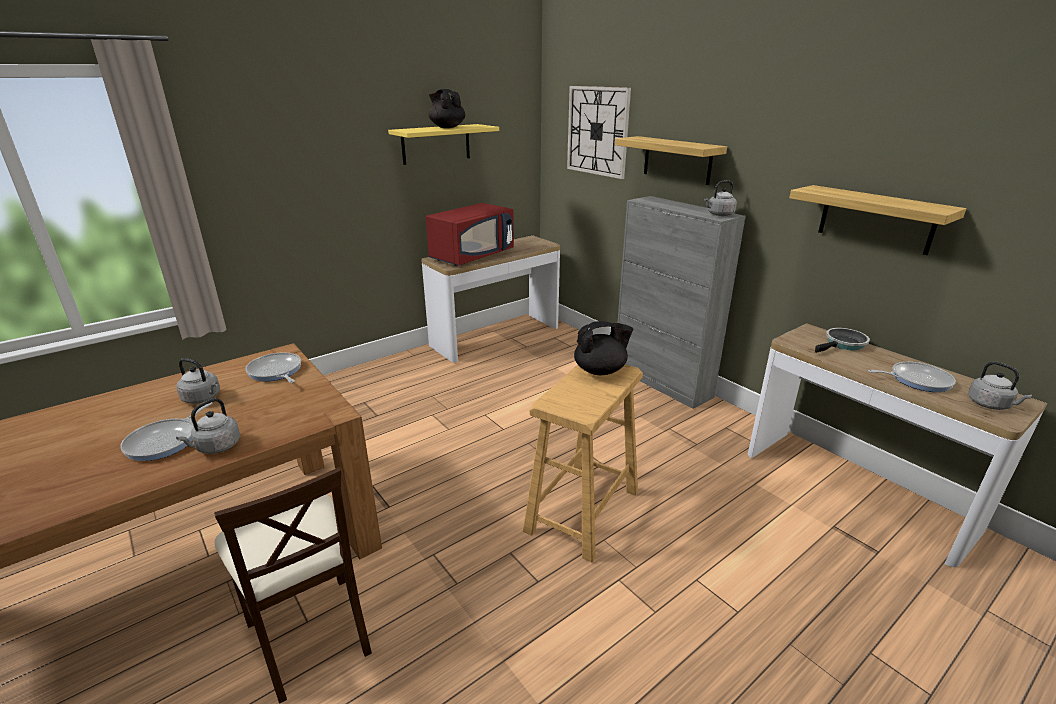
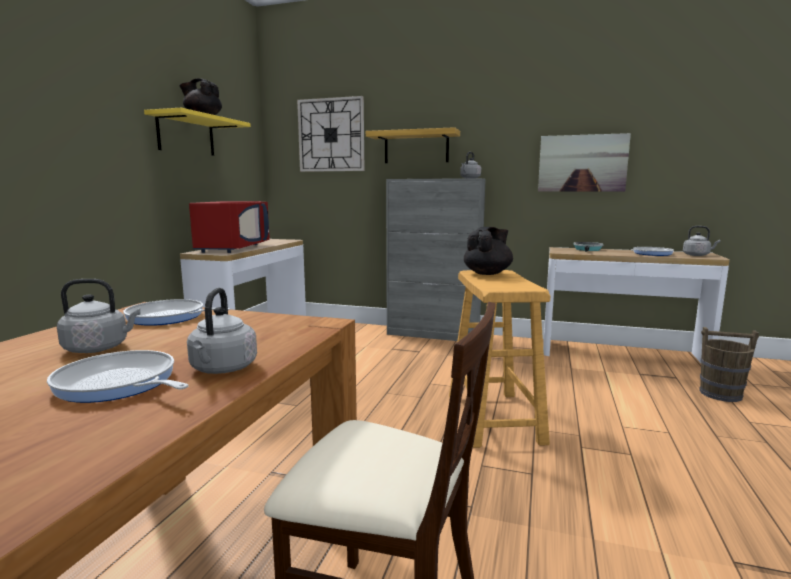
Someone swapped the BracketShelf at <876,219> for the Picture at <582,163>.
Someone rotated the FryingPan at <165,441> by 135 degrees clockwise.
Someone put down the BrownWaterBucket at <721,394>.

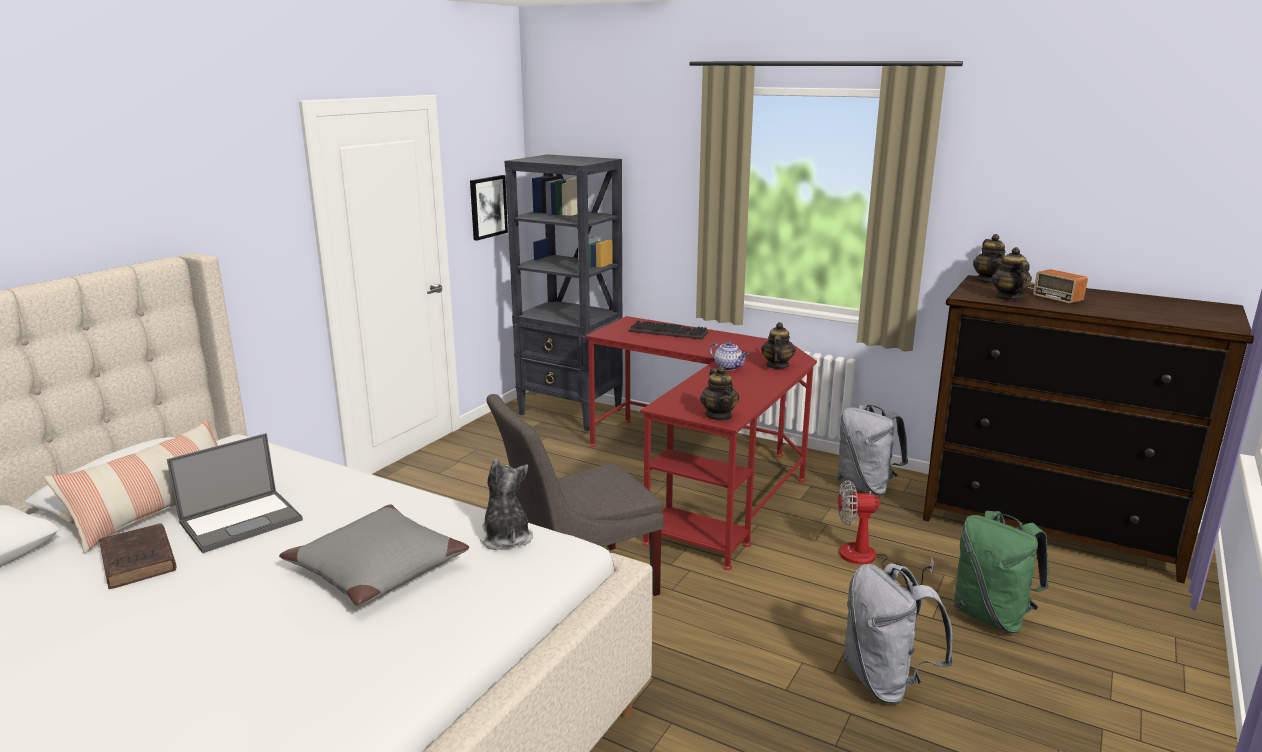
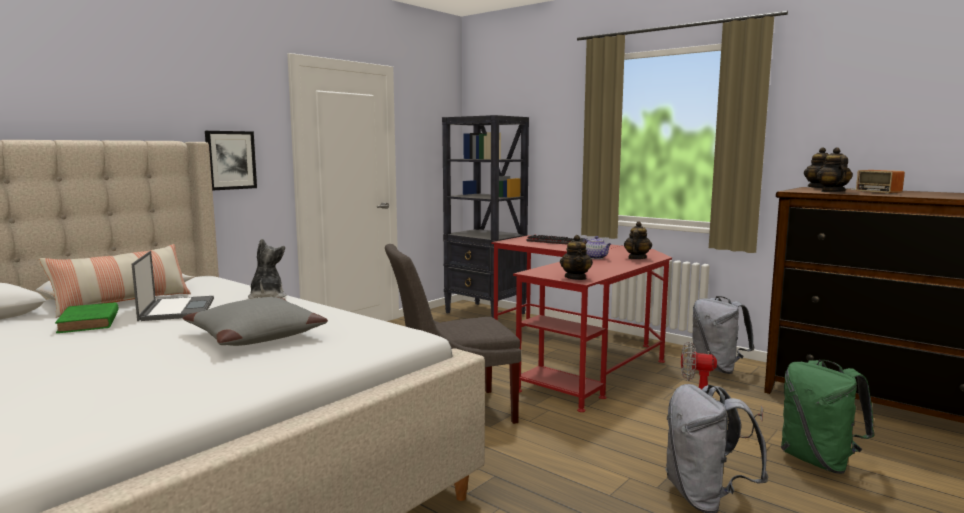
Someone carried the Picture from <487,207> to <230,160>.
Someone rotated the NotebookComputer at <242,521> by 75 degrees counterclockwise.
Someone carried the SoftToy from <506,538> to <267,297>.
Someone repainted the BrownBook at <139,562>, which became the GreenishBook at <89,322>.

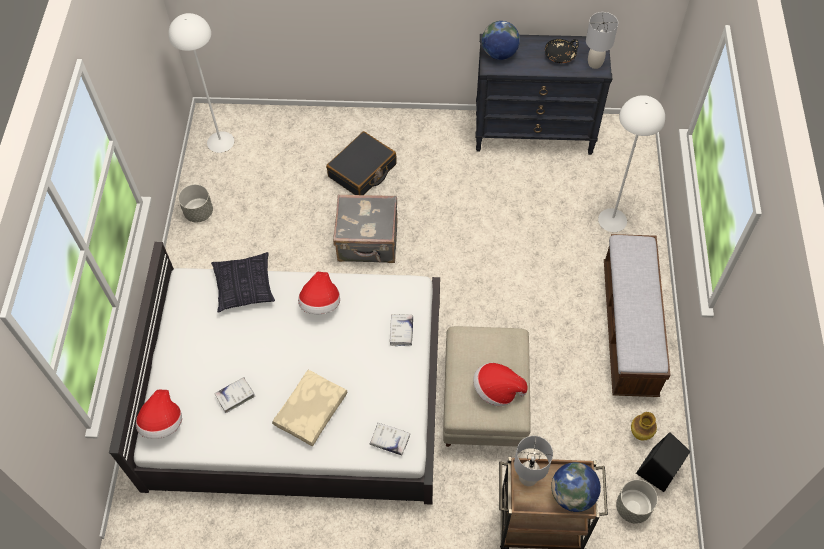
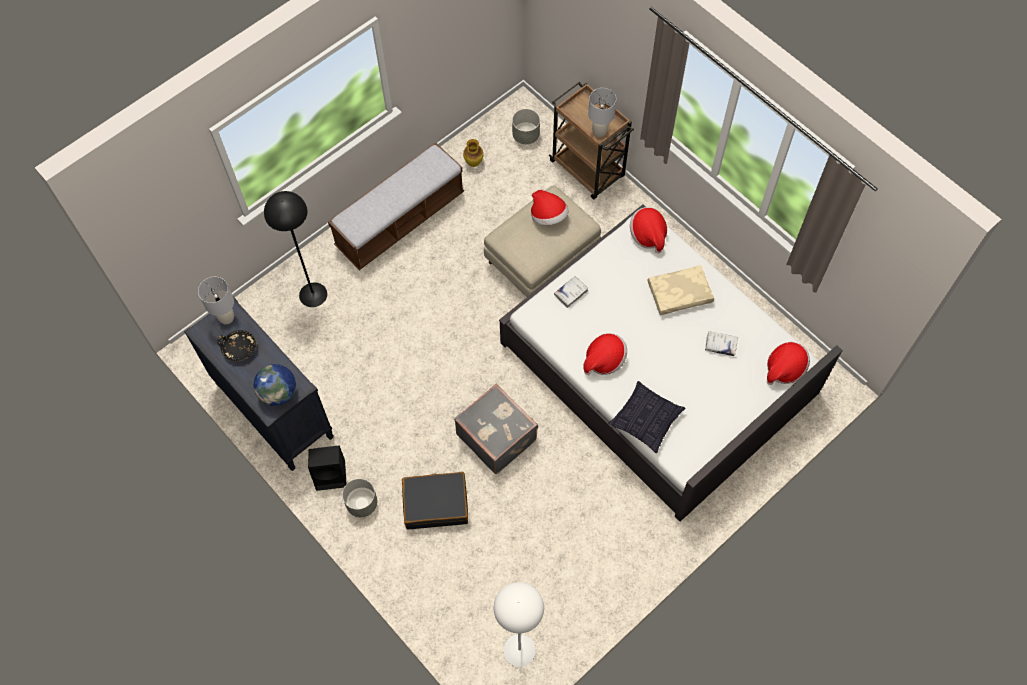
Someone repainted the WhiteColouredStandardLamp at <612,220>, which became the BlackColouredStandardLamp at <313,294>.
Someone carried the GreyPlantPot from <198,212> to <362,504>.
Someone swapped the WhiteColouredBook at <389,440> for the Hat at <648,235>.
Someone carried the BlackColouredSpeaker from <657,471> to <331,474>.
Someone took away the DeskGlobe at <572,494>.

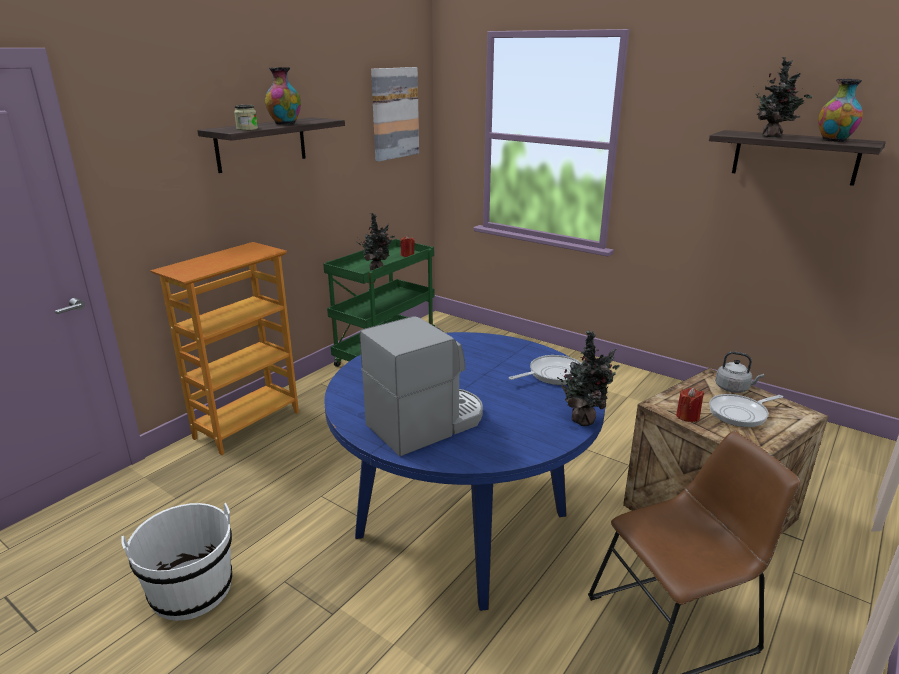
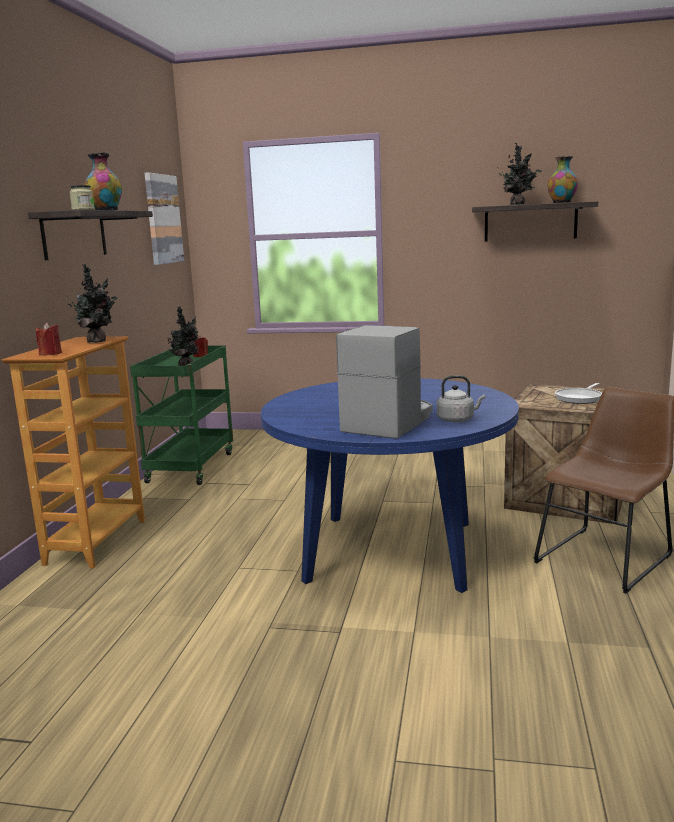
Someone carried the PottedPlant from <584,419> to <97,341>.
Someone carried the GreyTeaKettle from <733,388> to <457,420>.
Someone took away the FryingPan at <553,374>.
Someone carried the RedCandle from <687,416> to <50,354>.
Someone took away the WhiteColouredWaterBucket at <191,589>.

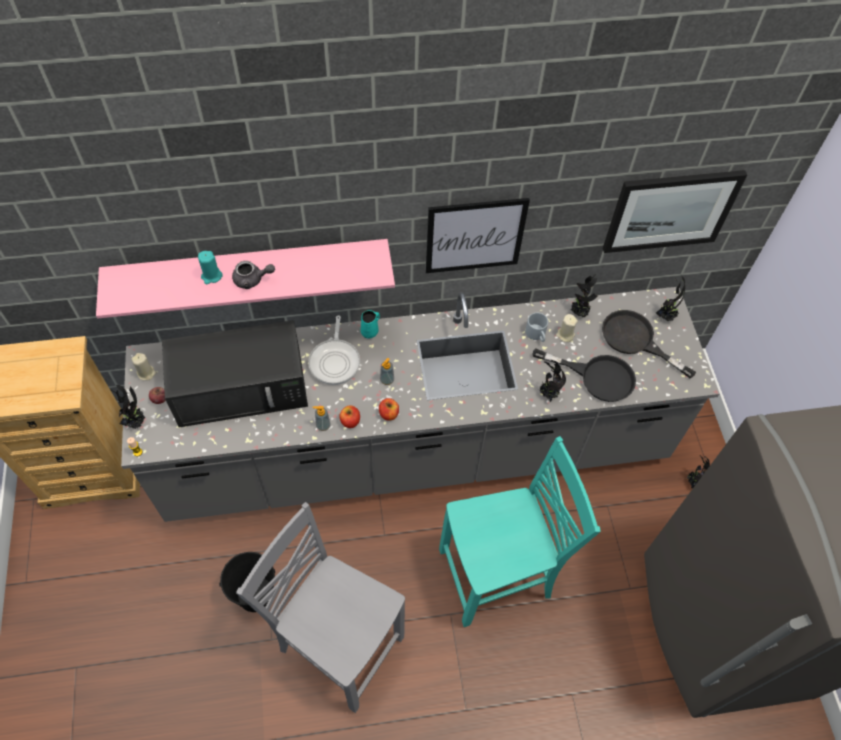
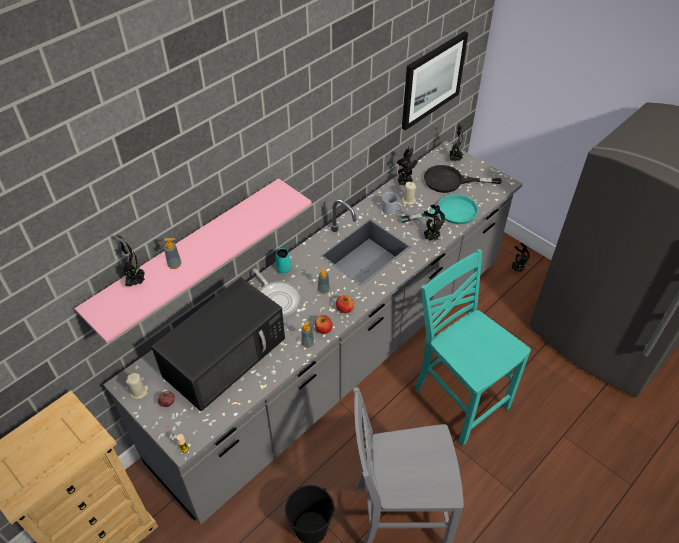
Someone took away the Picture at <474,236>.
Someone swapped the TurquoiseColouredCandle at <211,276> for the LiquidSoapBottle at <174,264>.
Someone took away the GreyPotForTea at <252,280>.
Someone repainted the BlackColouredFryingPan at <597,376>, which became the TurquoiseColouredFryingPan at <449,212>.
Someone carried the PottedPlant from <136,422> to <136,281>.
Someone rotated the TurquoiseColouredChair at <497,576> by 75 degrees counterclockwise.

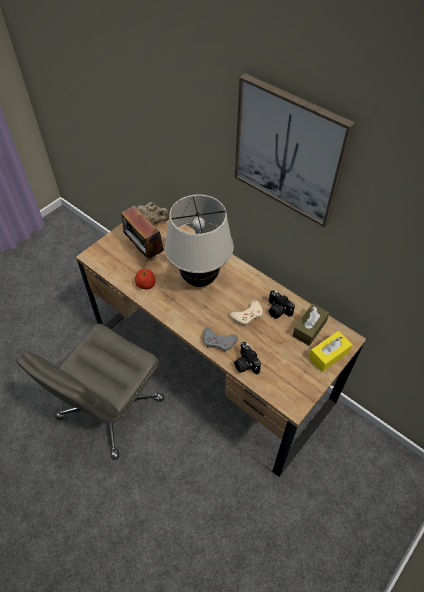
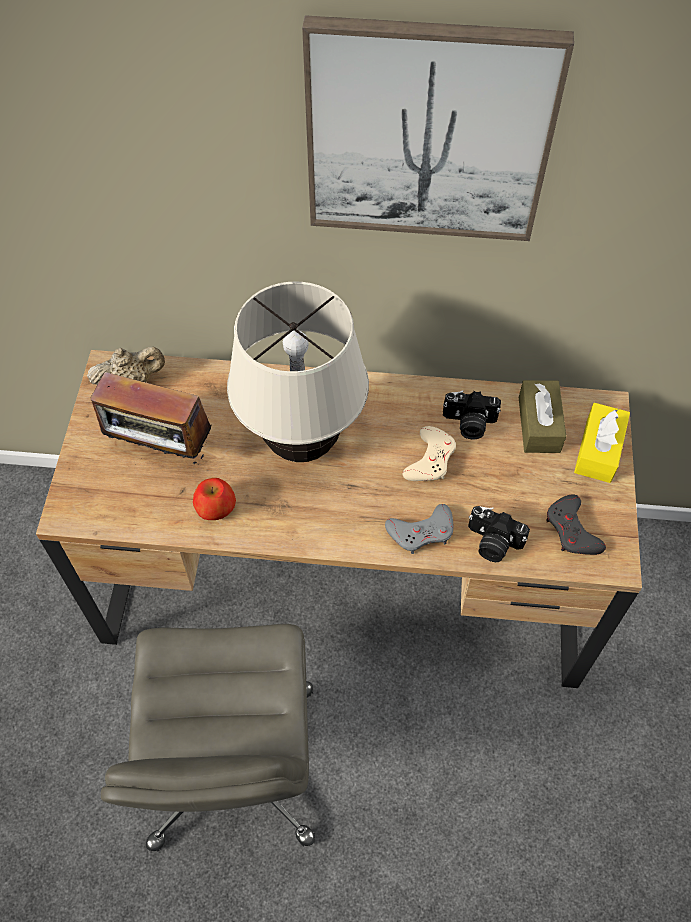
Someone put down the GreyGameController at <572,530>.

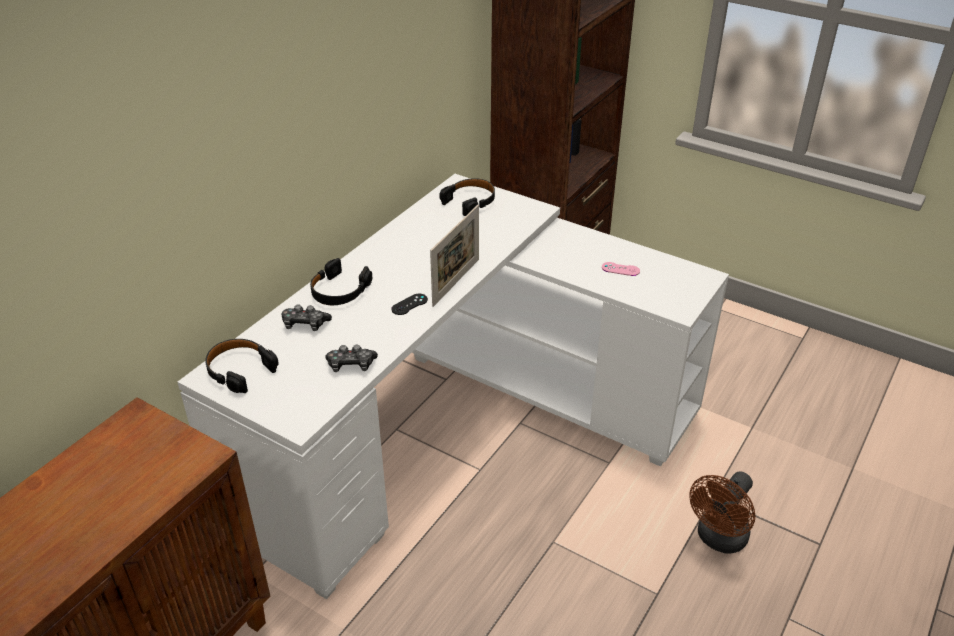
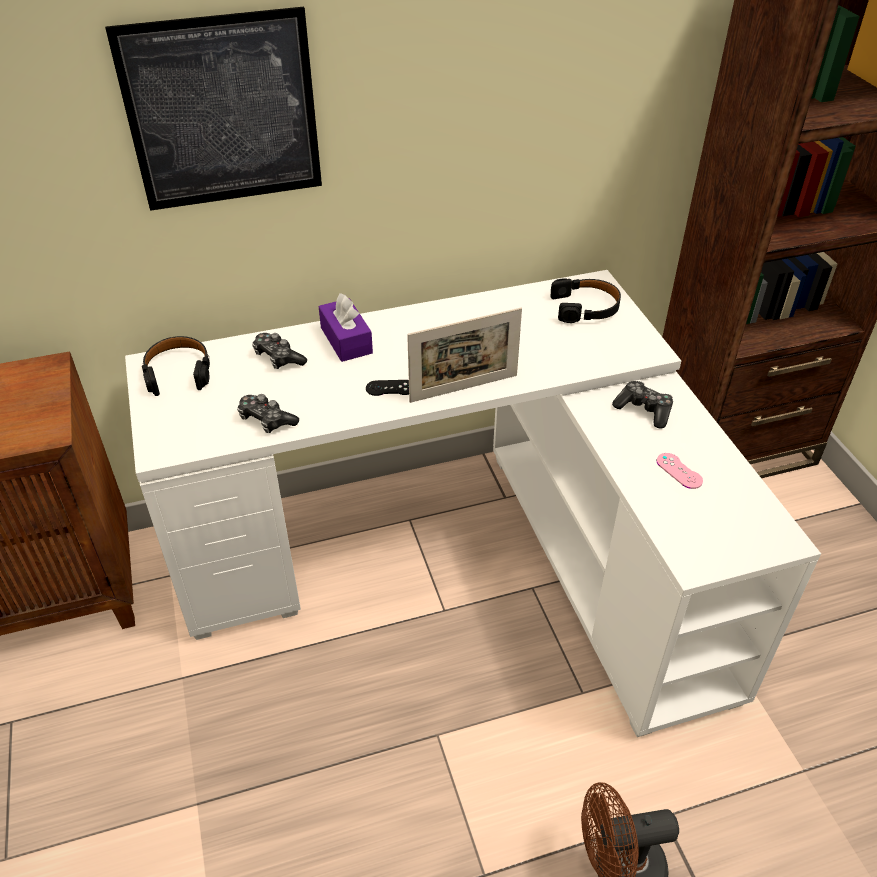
Someone swapped the BlackColouredPairOfHeadphones at <339,291> for the PurpleColouredBoxOfTissues at <346,340>.
Someone put up the Picture at <223,112>.
Someone put down the GameController at <644,410>.

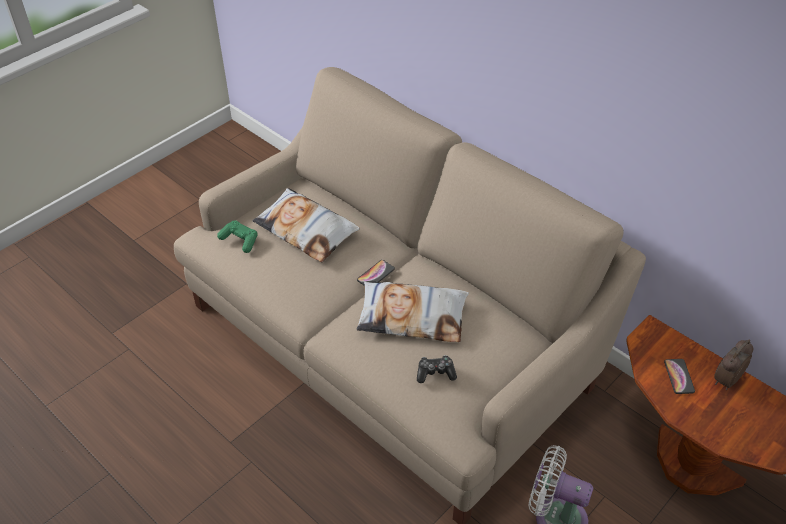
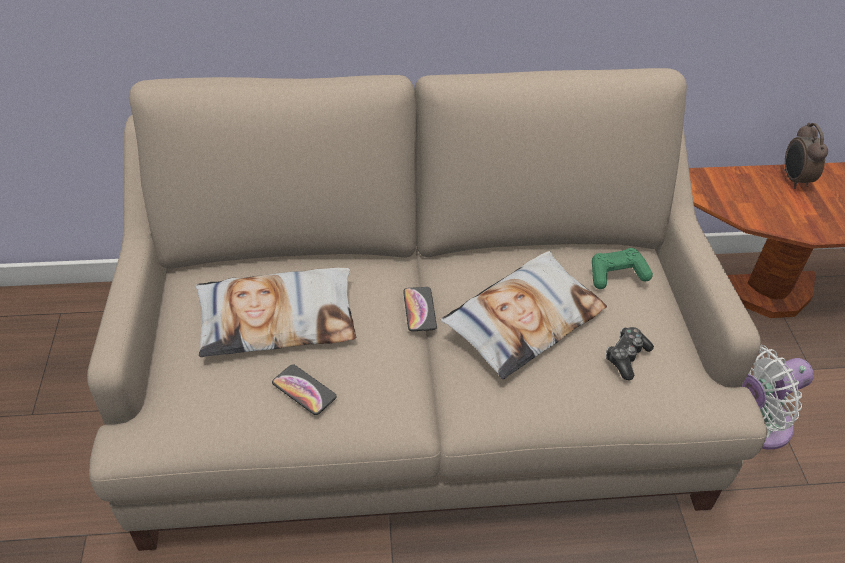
Someone carried the GreenishGameController from <240,240> to <617,275>.
Someone carried the Handset from <679,376> to <304,390>.

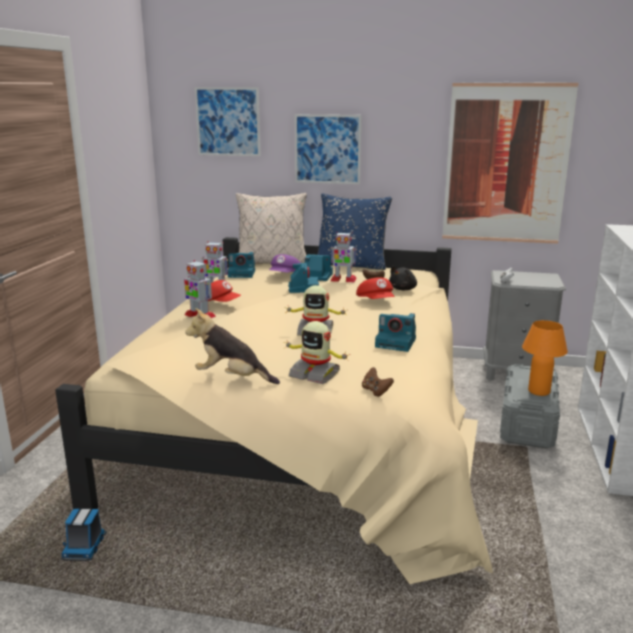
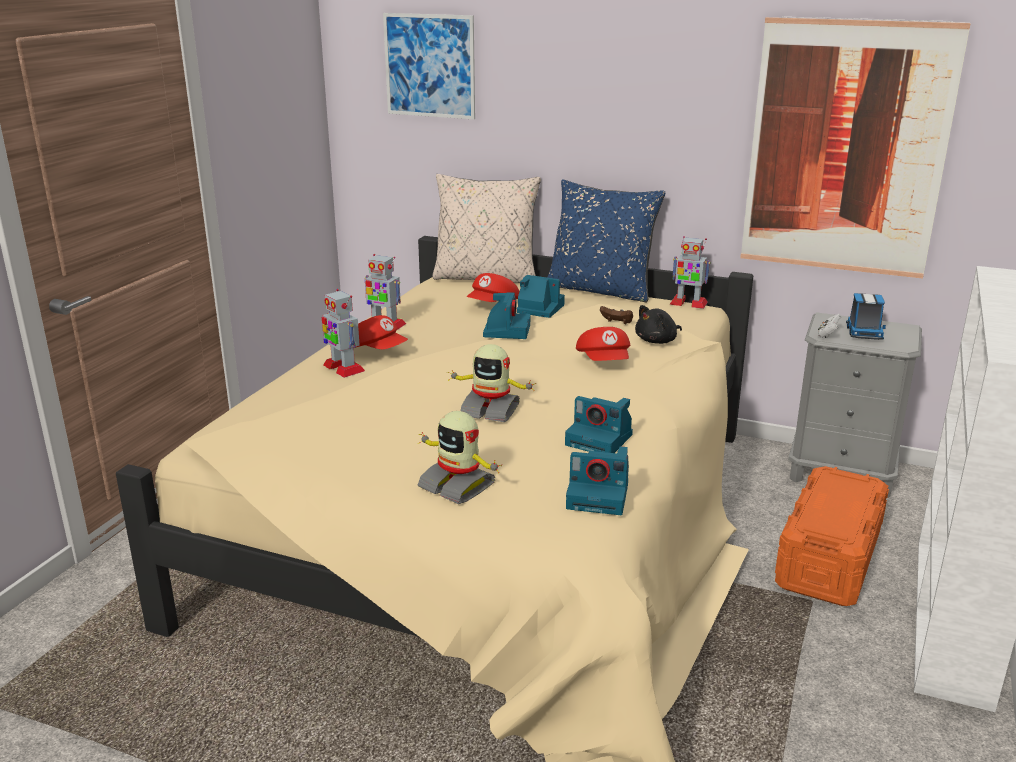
Someone took away the Picture at <327,149>.
Someone carried the ToyRobot from <343,279> to <688,303>.
Someone carried the StillCamera from <242,274> to <599,496>.
Someone repainted the PurpleColouredCap at <285,276>, which became the RedCap at <493,305>.
Someone took away the SoftToy at <232,378>.
Someone took away the OrangeTableLamp at <539,391>.
Someone repainted the GreyStorageBox at <527,422>, which became the OrangeStorageBox at <829,559>.
Someone took away the BrownGameController at <376,391>.
Someone carried the ToyTruck from <85,547> to <864,332>.

